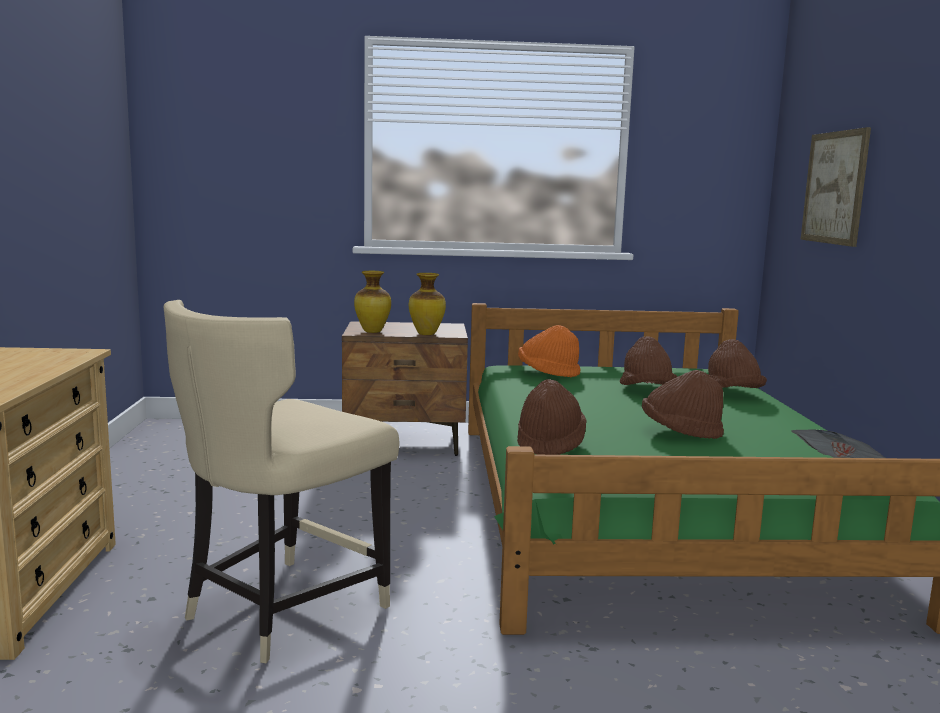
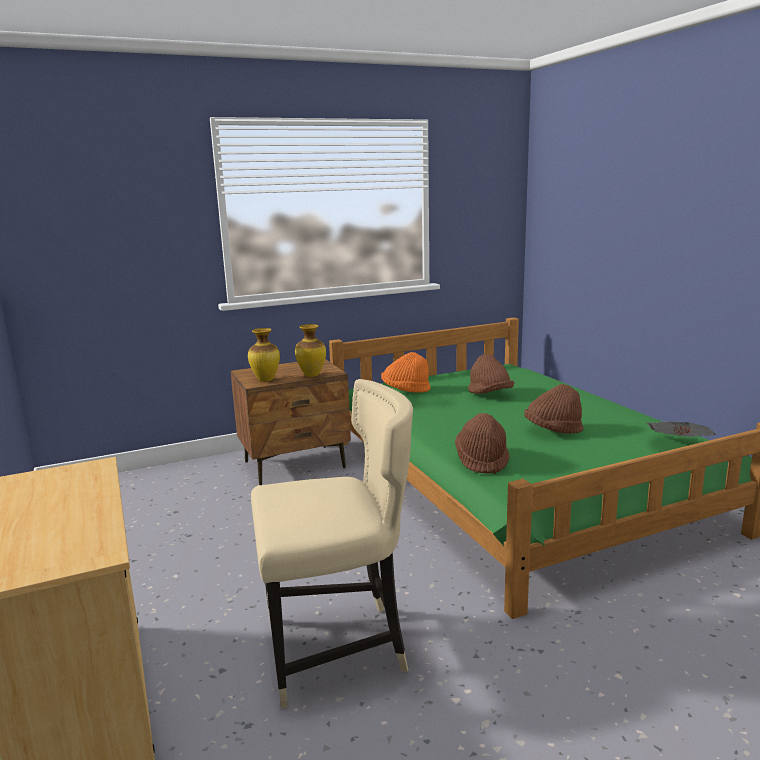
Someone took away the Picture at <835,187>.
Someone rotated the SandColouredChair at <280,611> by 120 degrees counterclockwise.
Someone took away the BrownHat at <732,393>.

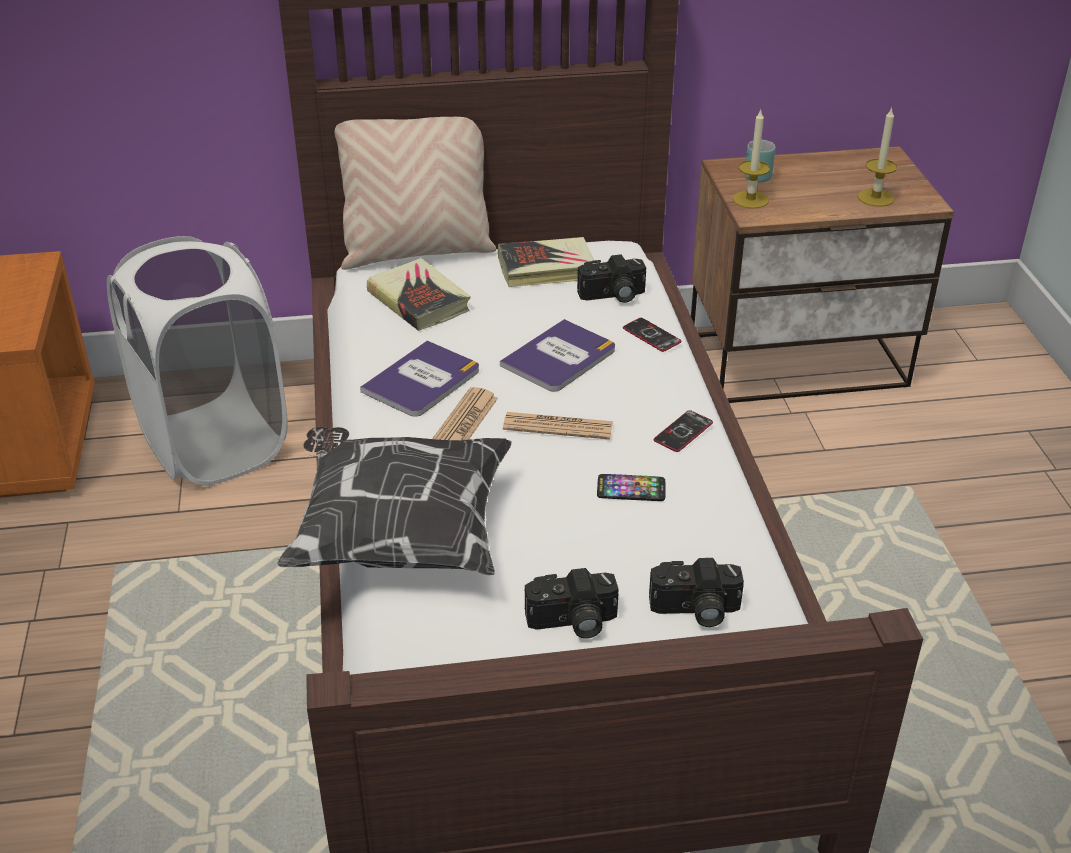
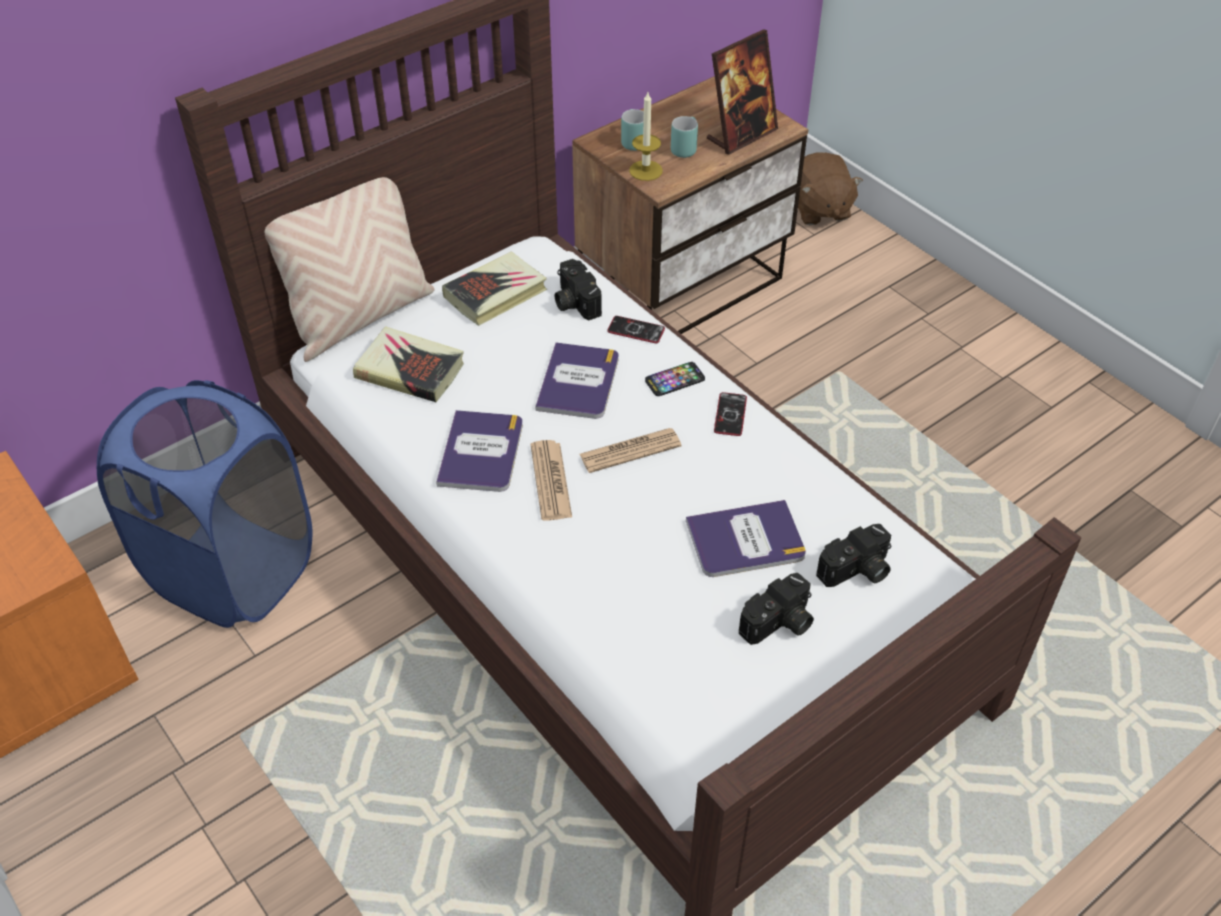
Someone swapped the Candle at <875,198> for the PhotoFrame at <741,135>.
Someone repainted the WhiteColouredWashingBasket at <214,443>, which became the BlueWashingBasket at <233,572>.
Someone rotated the StillCamera at <612,296> by 105 degrees clockwise.
Someone took away the Pillow at <399,534>.
Someone carried the Handset from <631,489> to <675,380>.
Someone put down the TurquoiseColouredMug at <683,148>.
Someone put down the BrownSoftToy at <819,209>.
Someone put down the Book at <745,540>.

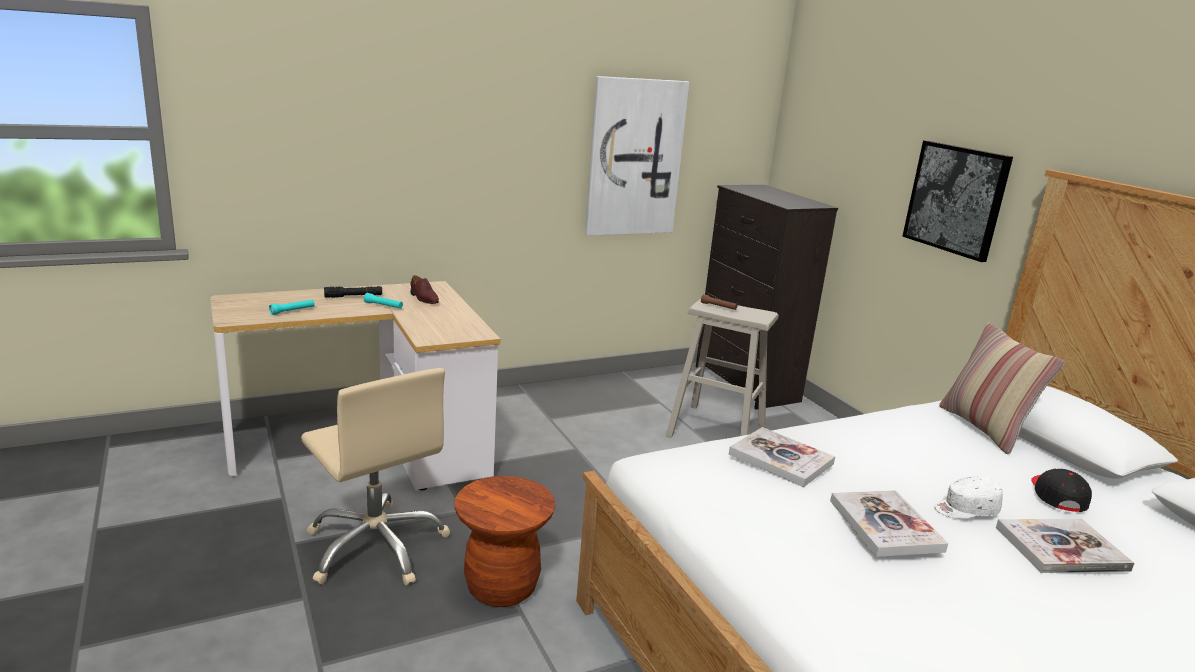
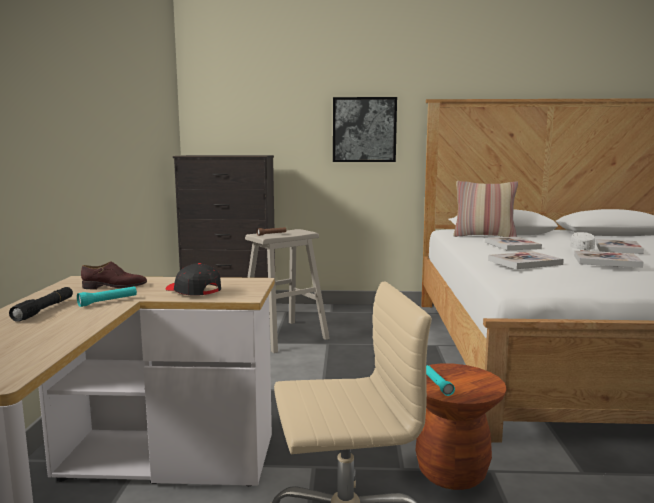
Someone took away the Picture at <634,158>.
Someone carried the TurquoiseColouredTorch from <292,311> to <437,385>.
Someone carried the BlackColouredCap from <1057,496> to <193,291>.
Someone put down the Book at <512,245>.

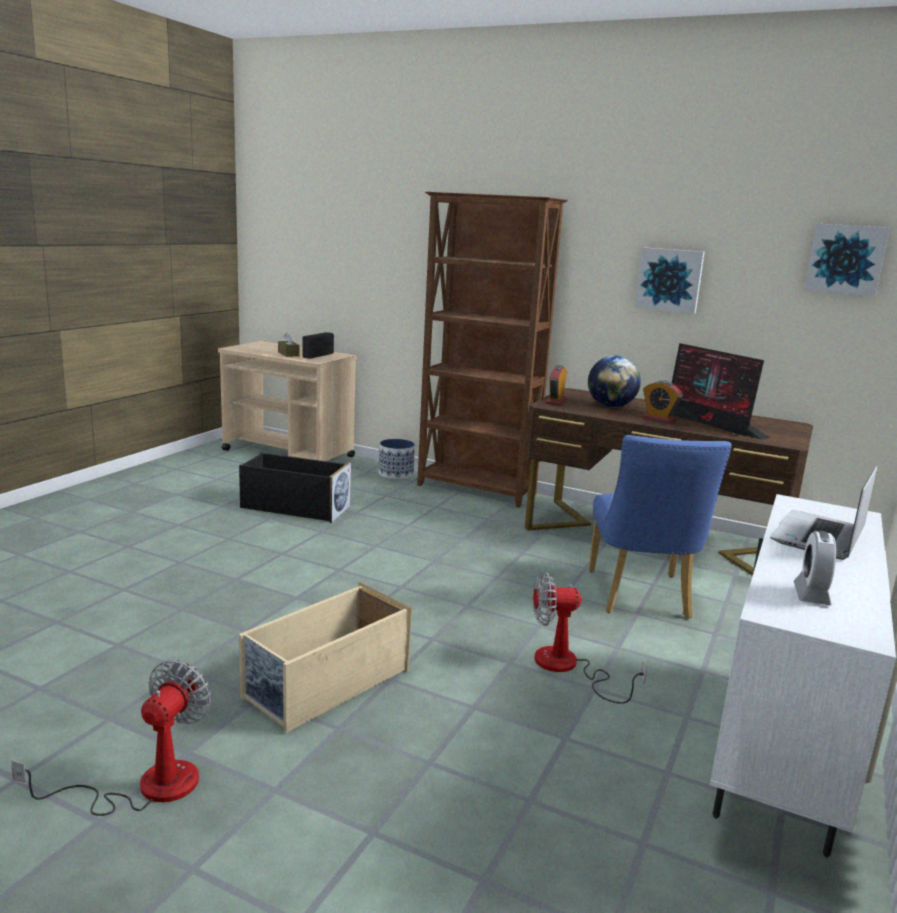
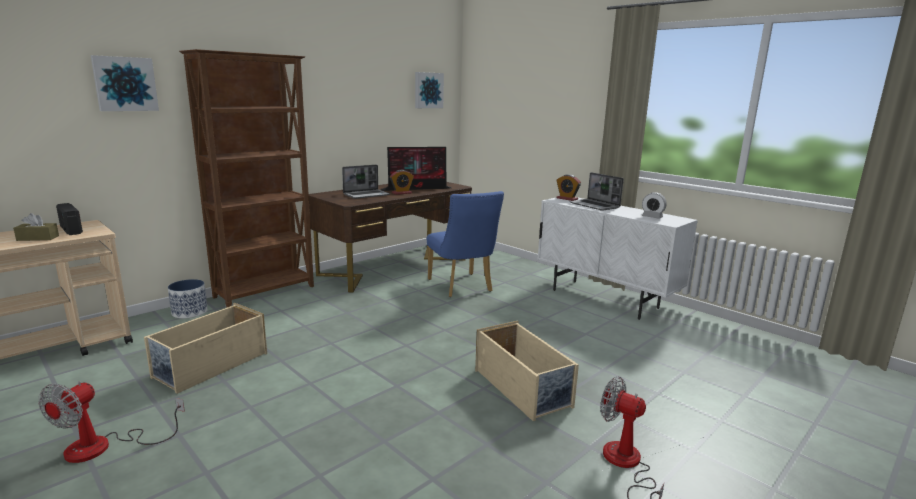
Someone carried the Picture from <669,280> to <125,84>.
Someone swapped the DeskGlobe at <611,407> for the NotebookComputer at <367,195>.
Someone carried the BedsideClock from <556,401> to <567,199>.
Someone rotated the BlueChair at <640,598> by 45 degrees clockwise.
Someone repainted the BlackColouredStorageBox at <294,507>, which became the SandColouredStorageBox at <210,366>.
Someone carried the Fan from <568,667> to <104,447>.

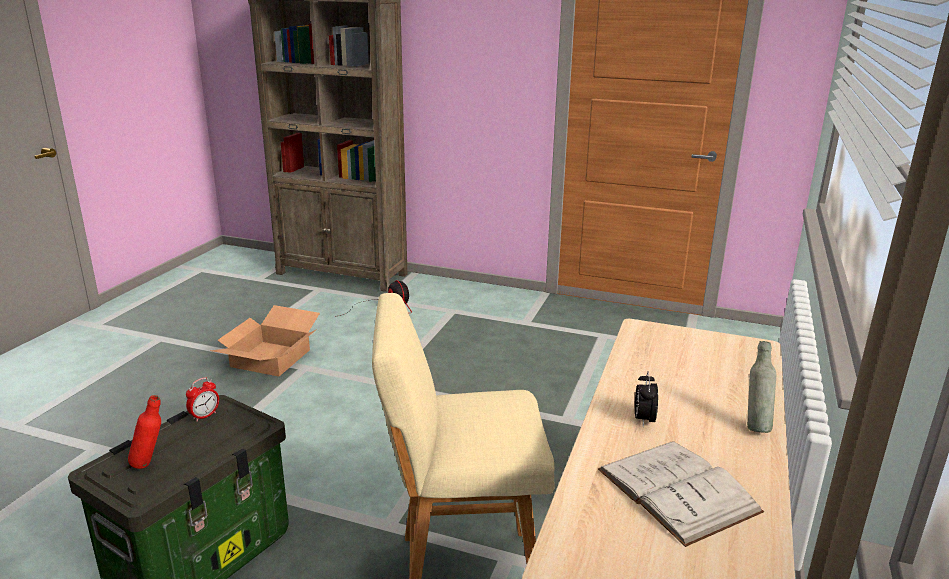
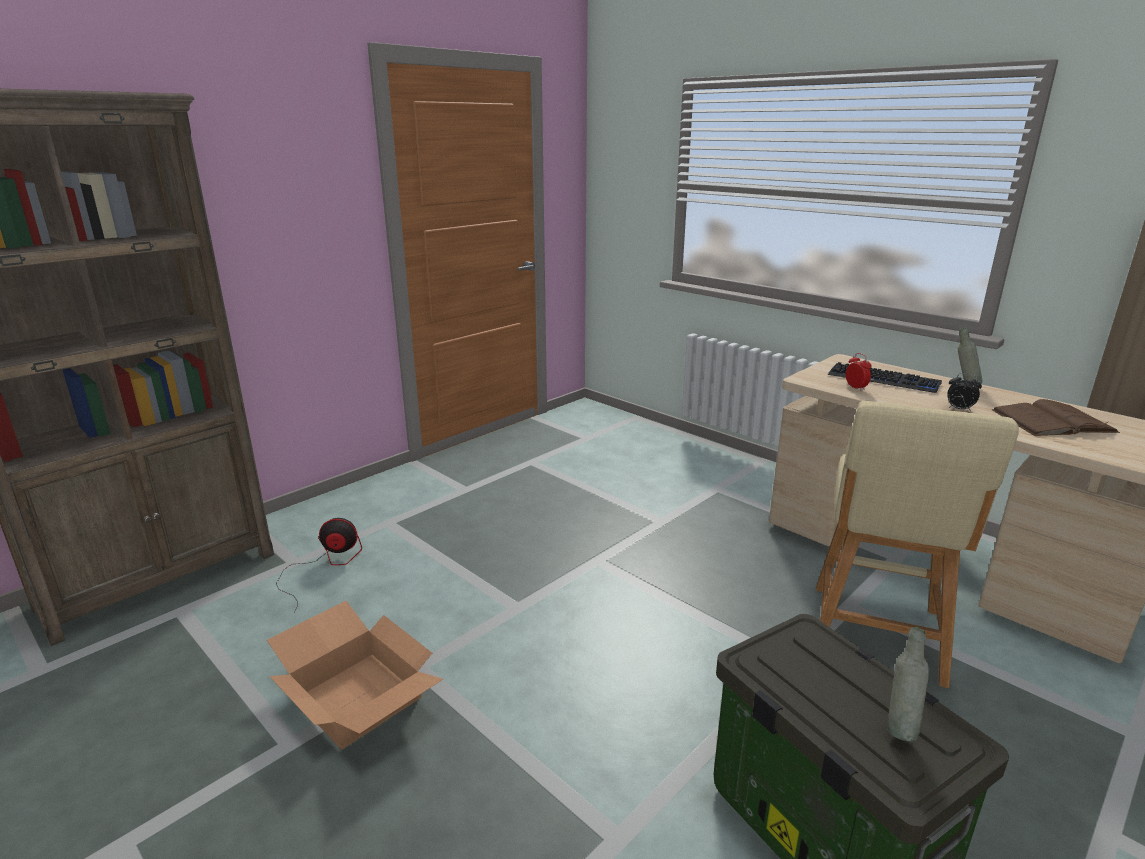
Someone carried the BedsideClock from <205,416> to <855,387>.
Someone repainted the RedDrinkBottle at <151,464>, which became the GreyDrinkBottle at <899,727>.
Someone repainted the WhiteColouredBook at <677,490>, which became the BrownBook at <1053,421>.
Someone put down the Keyboard at <883,380>.

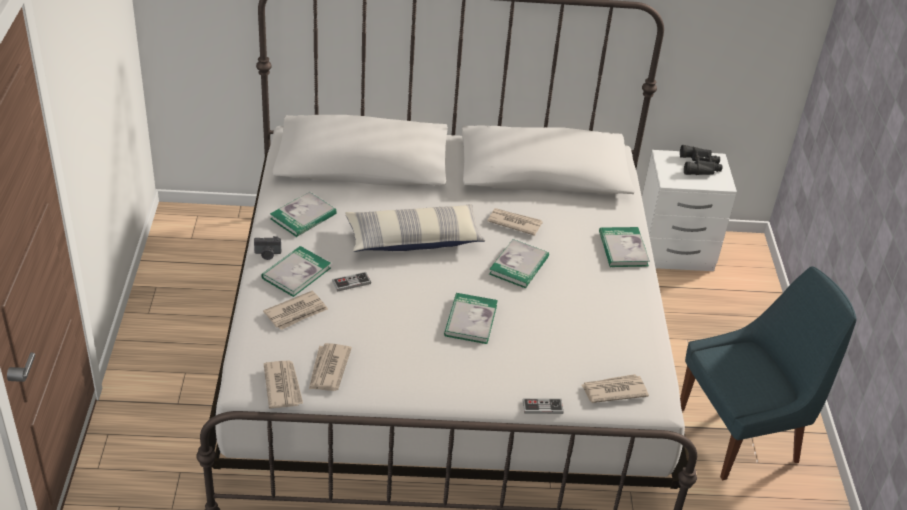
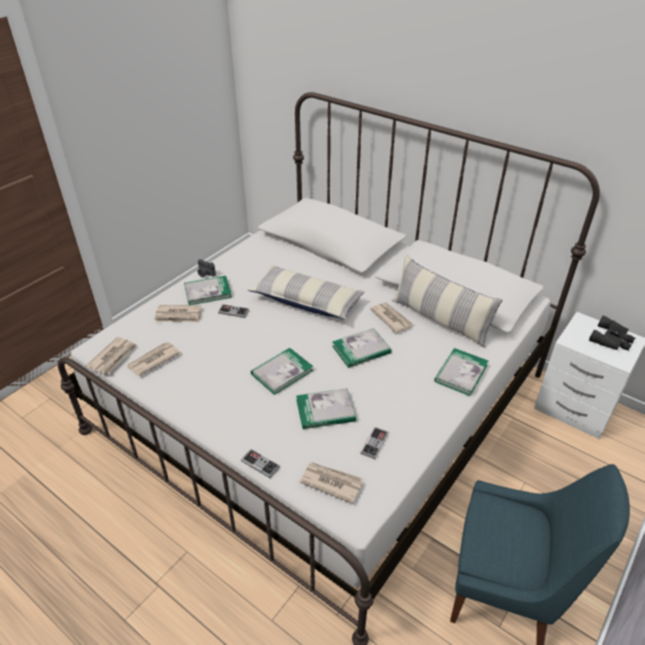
Someone carried the Book from <303,216> to <325,410>.
Someone put down the Pillow at <439,319>.
Someone put down the GameController at <374,443>.

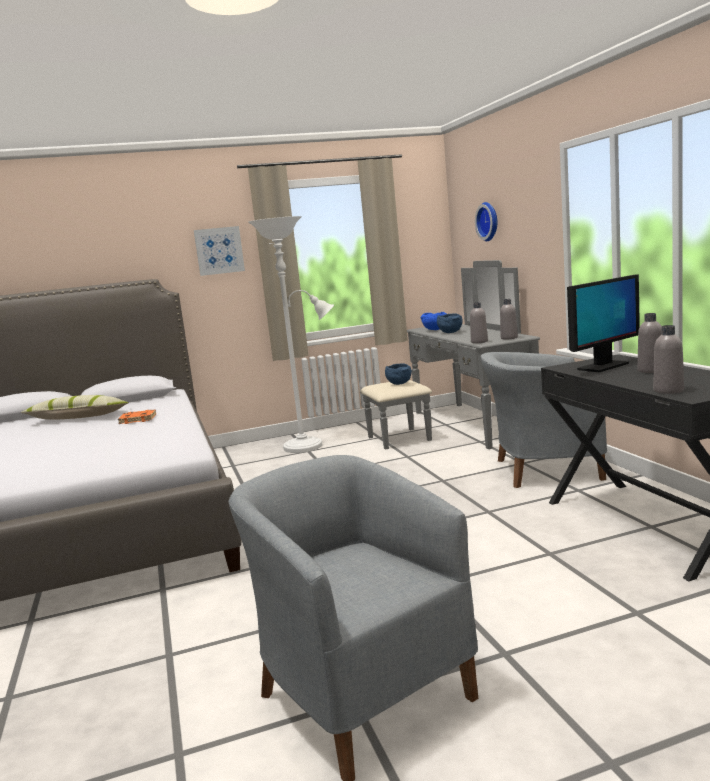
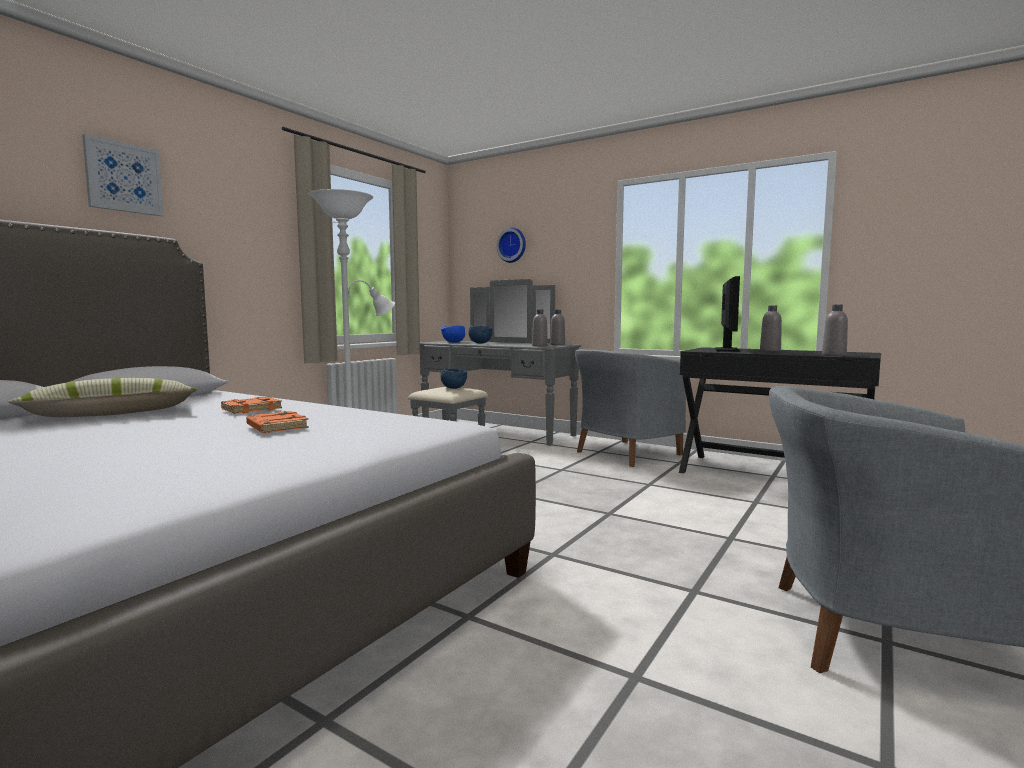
Someone carried the Picture from <219,250> to <124,177>.
Someone put down the OrangeBook at <276,427>.

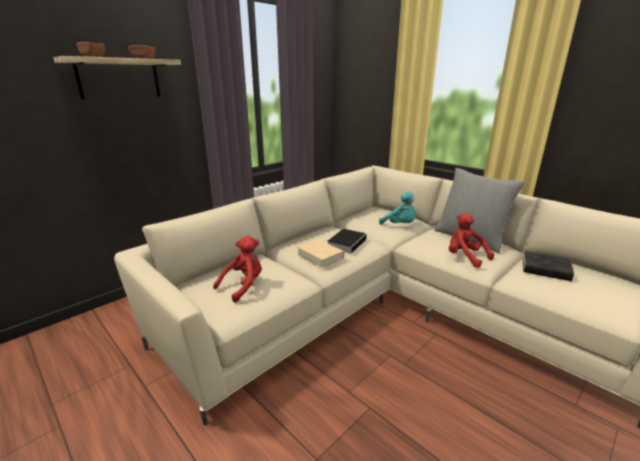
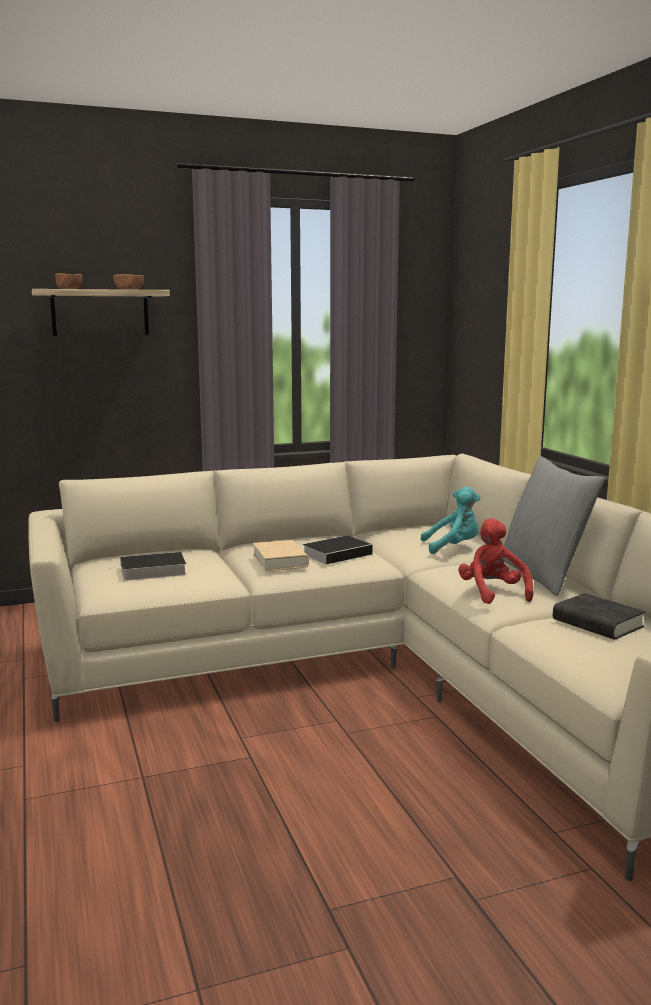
Someone rotated the TurquoiseColouredSoftToy at <400,225> by 75 degrees counterclockwise.
Someone swapped the RedSoftToy at <243,286> for the Book at <151,571>.

